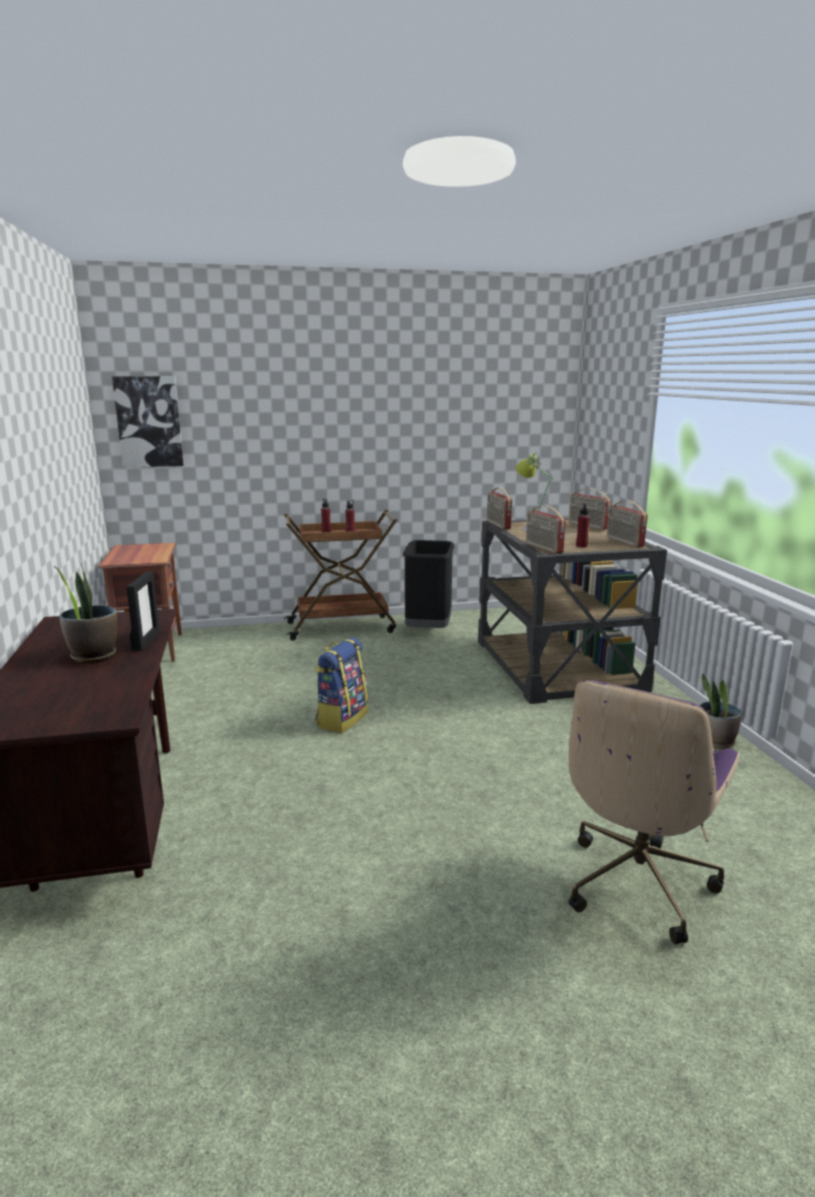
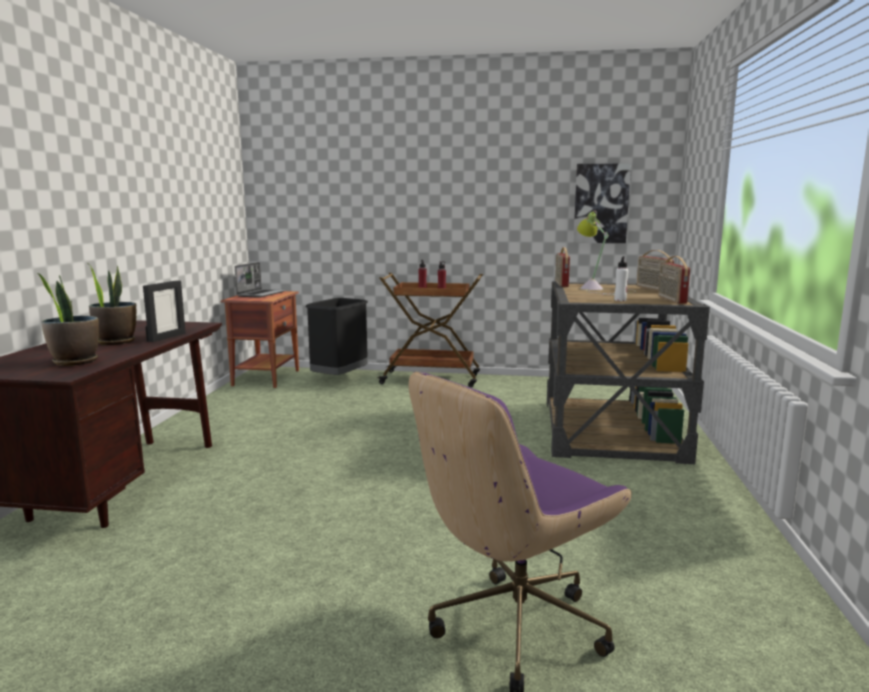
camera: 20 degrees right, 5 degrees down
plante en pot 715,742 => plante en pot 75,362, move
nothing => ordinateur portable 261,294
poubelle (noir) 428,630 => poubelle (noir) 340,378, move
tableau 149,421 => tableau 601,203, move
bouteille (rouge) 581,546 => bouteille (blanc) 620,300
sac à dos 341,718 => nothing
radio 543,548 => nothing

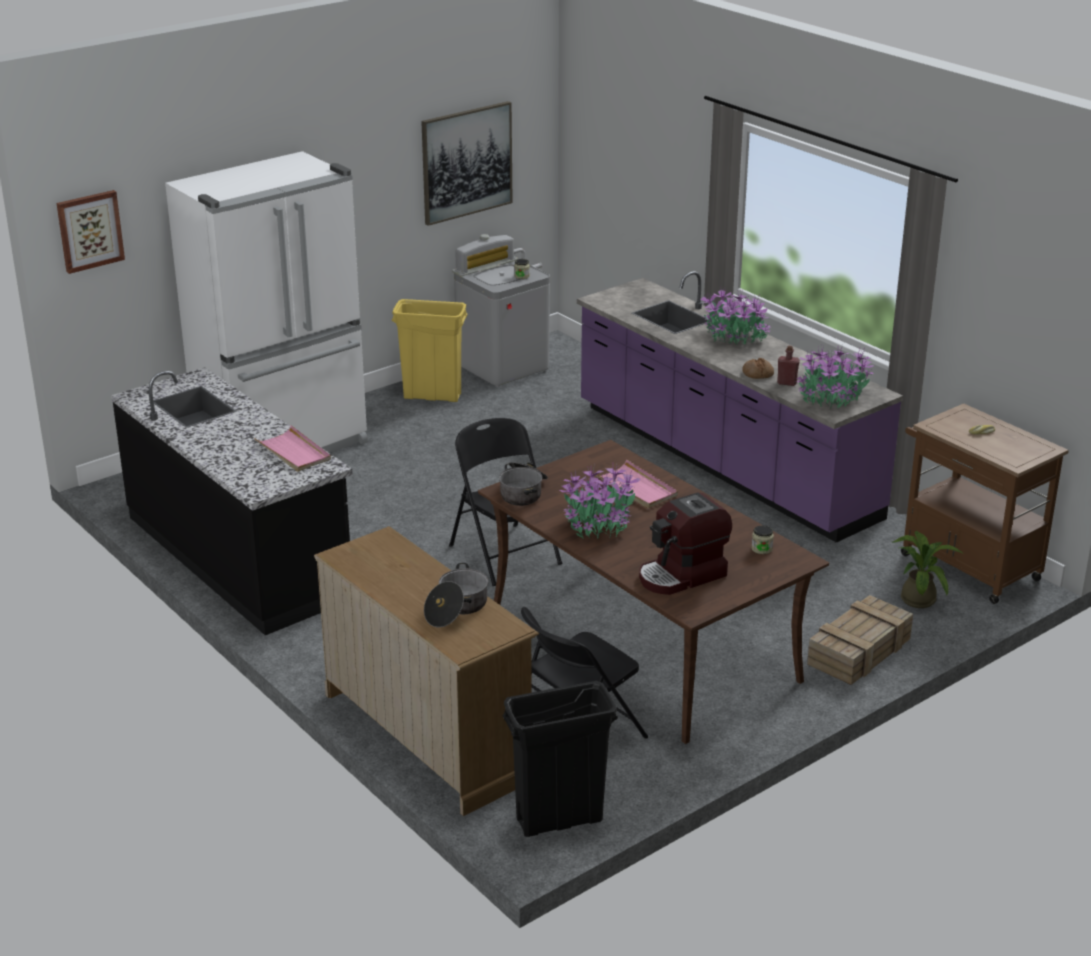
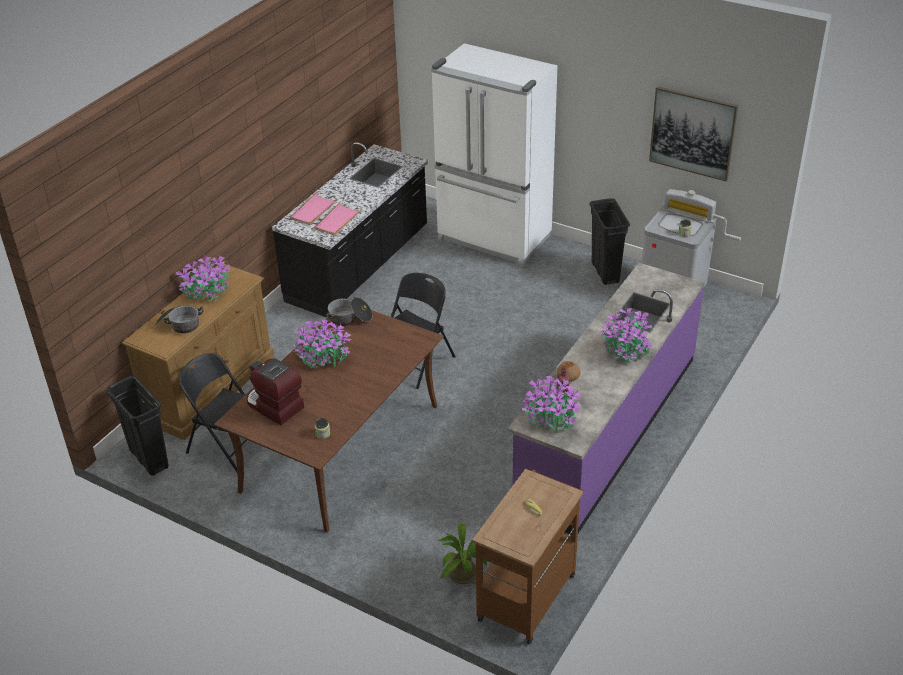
camera: 70 degrees right, 10 degrees up
nothing => plante en pot 208,292
plateau (rose) 636,488 => plateau (rose) 313,211, move
poubelle (jaune) 433,396 => poubelle (noir) 605,272
tableau 90,231 => nothing
caisse 858,652 => nothing

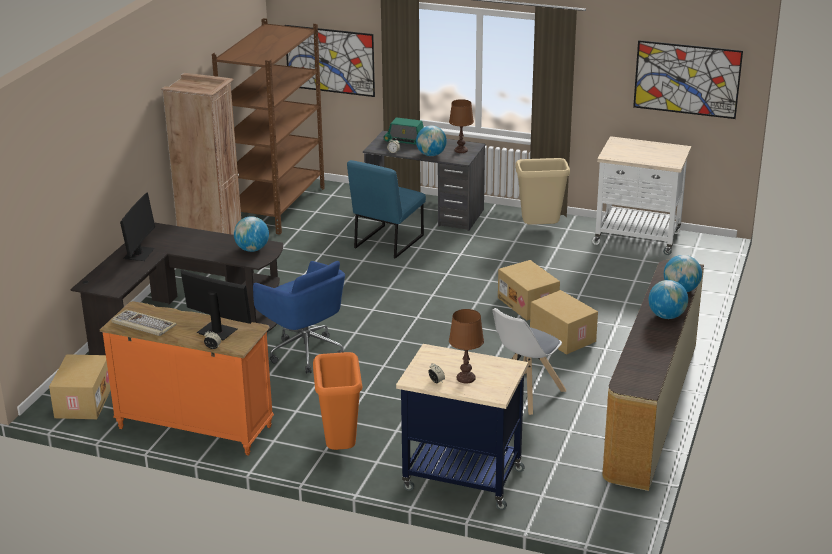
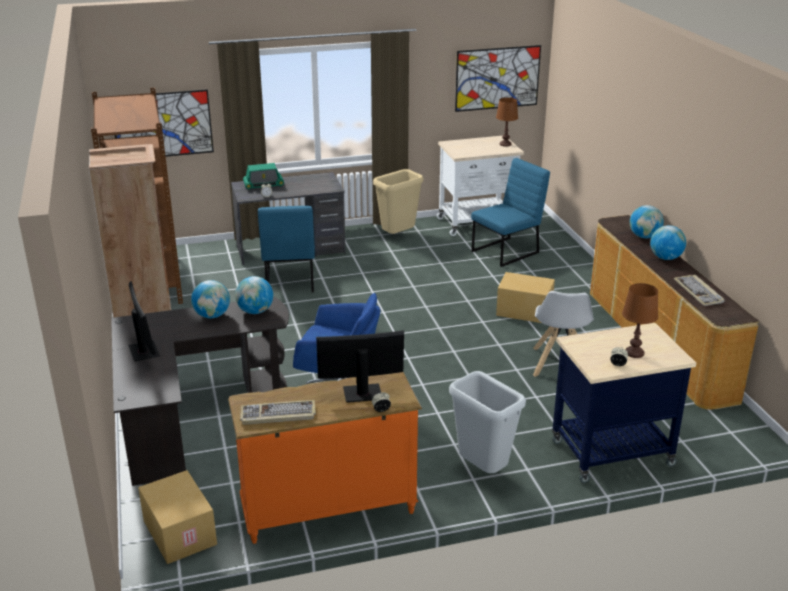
camera: 35 degrees left, 0 degrees up
globe 431,155 => globe 212,316, move
poubelle (orange) 339,448 => poubelle (gris) 481,470
nothing => chaise (bleu) 507,251
lampe de table (marron) 461,150 => lampe de table (marron) 505,144, move
nothing => clavier 699,292
carton 529,304 => nothing

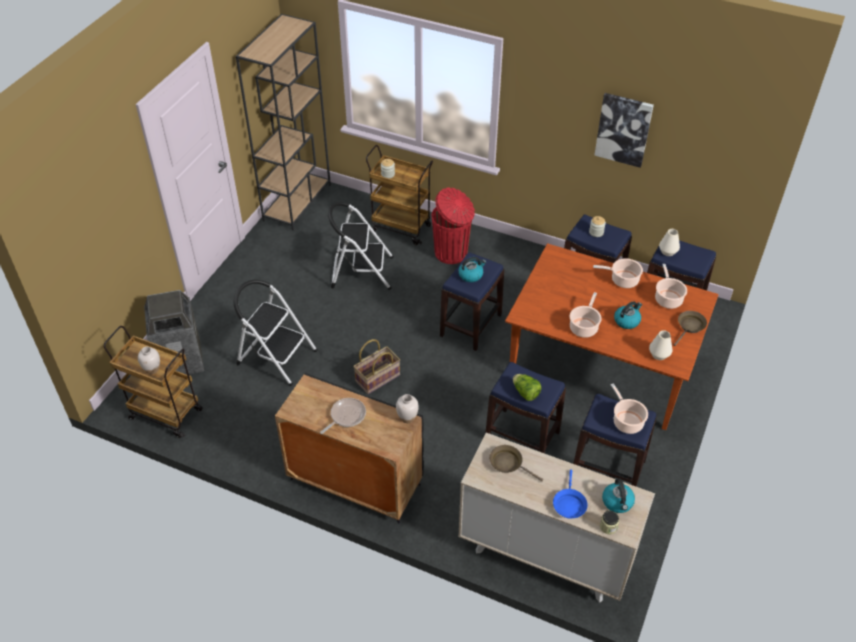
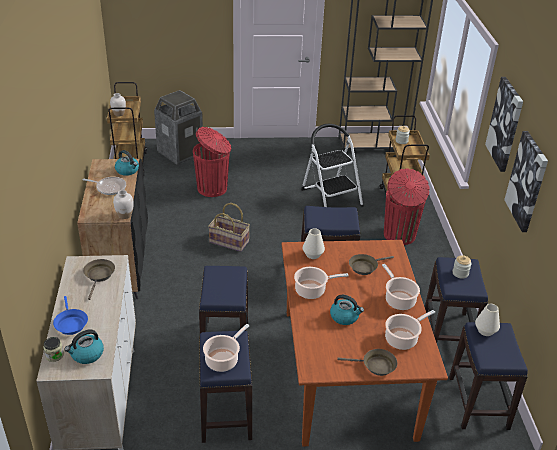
camera: 60 degrees right, 10 degrees down
poêle (bleu) 569,504 => poêle (bleu) 70,323, 90 degrees counterclockwise
bouilloire 471,275 => bouilloire 127,170, move
escabeau 275,356 => poubelle (rouge) 213,188
vase (blanc) 659,354 => vase (blanc) 313,254, move
nothing => poêle (marron) 365,267
nothing => tableau 505,124
laitue 525,393 => nothing

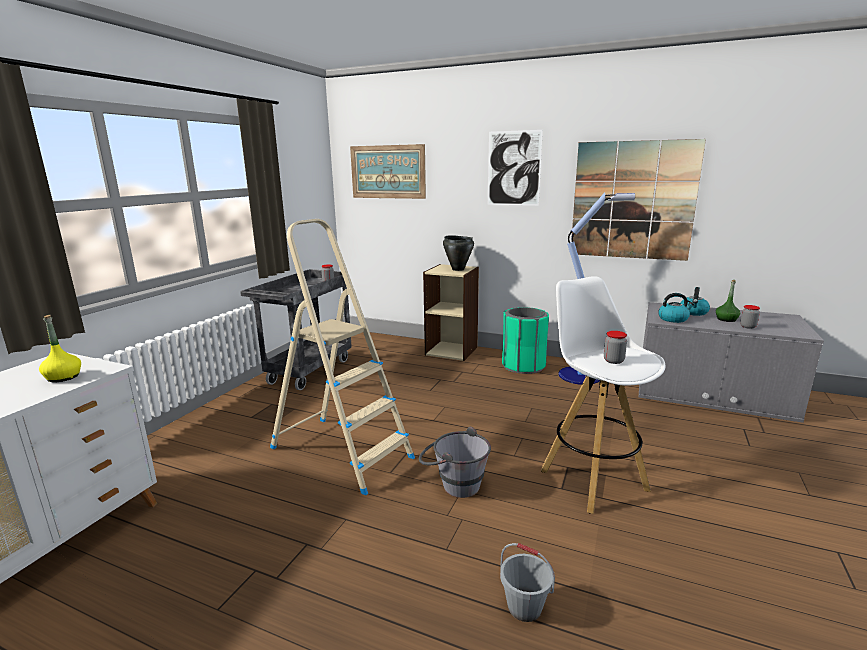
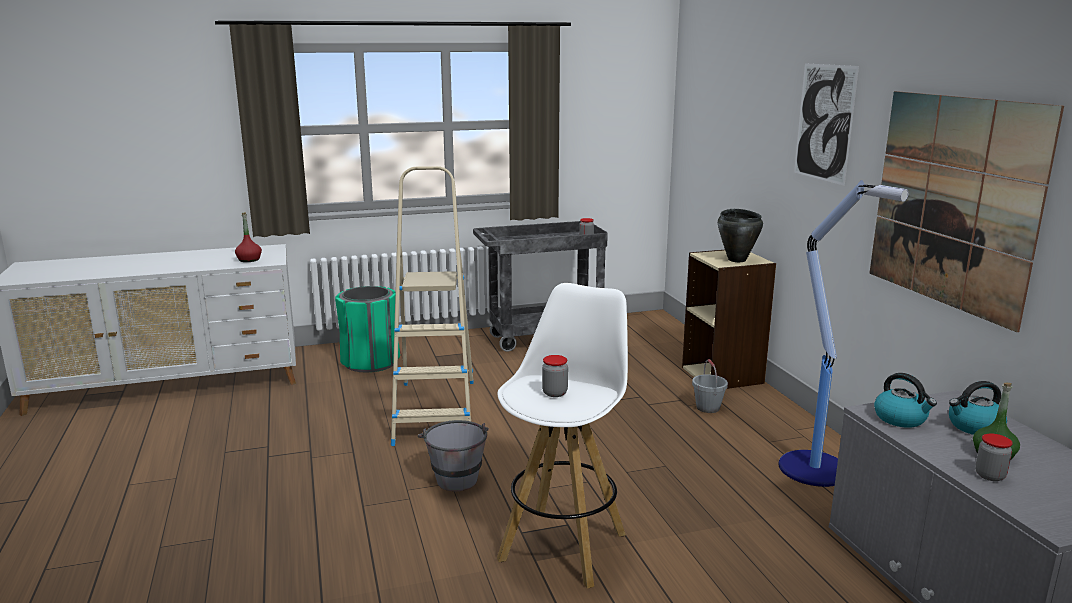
camera: 50 degrees right, 0 degrees up
bouteille (jaune) 63,377 => bouteille (rouge) 249,260
poubelle (vert) 523,366 => poubelle (vert) 370,362, move
seau (gris) 525,607 => seau (gris) 708,408, move
tableau 388,172 => nothing

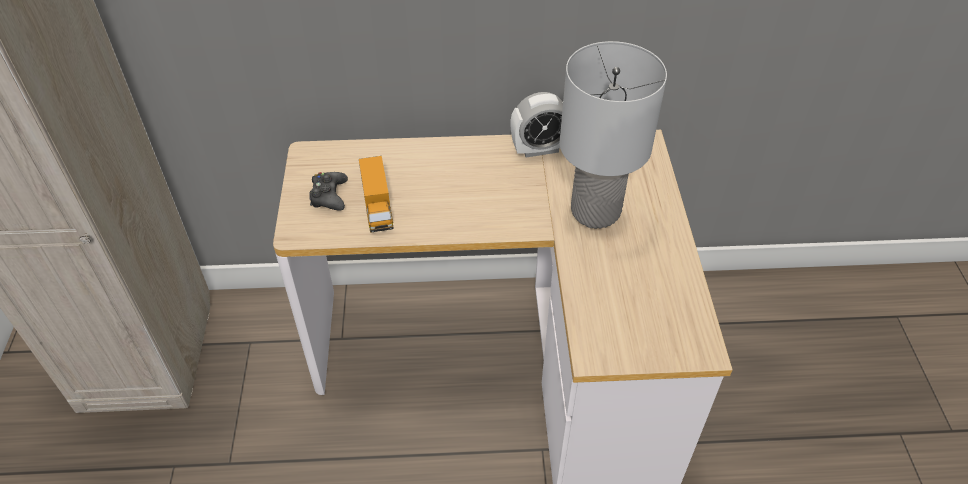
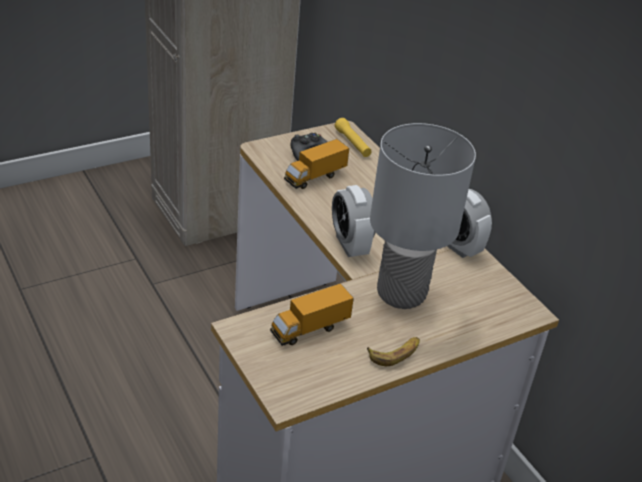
camera: 60 degrees right, 10 degrees down
nothing => camion jouet 310,329
nothing => réveil 350,245
nothing => lampe de poche (jaune) 352,143
nothing => banane 395,353

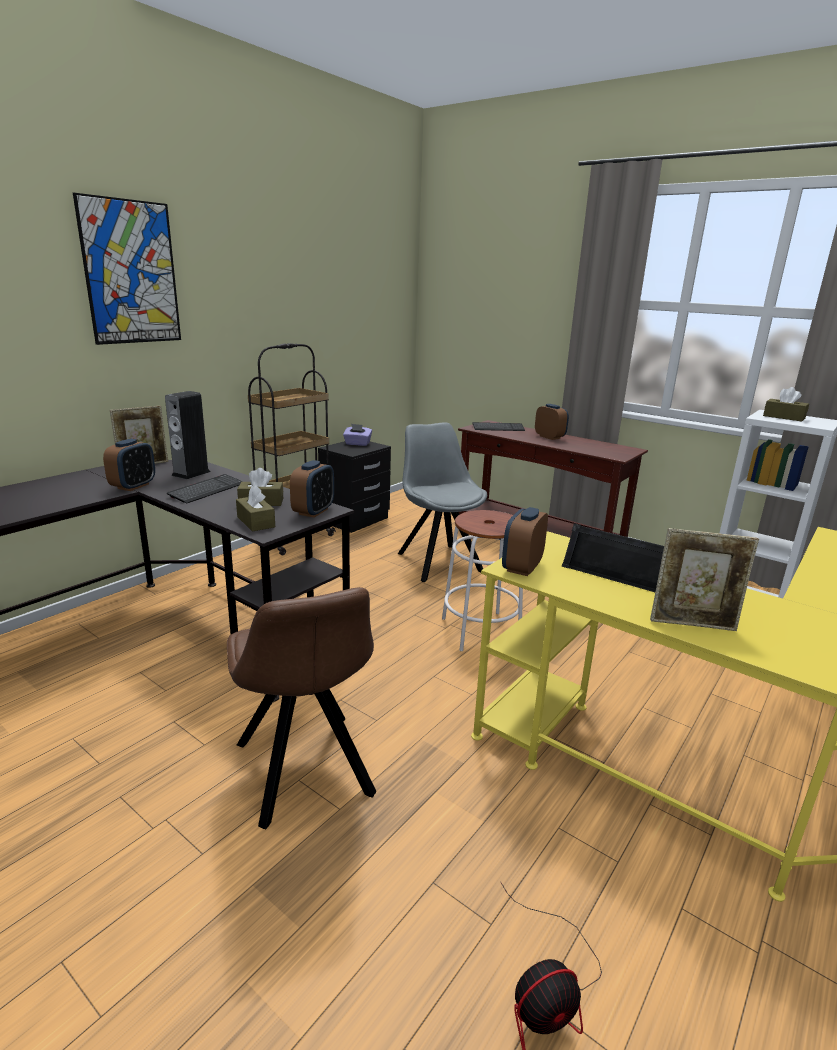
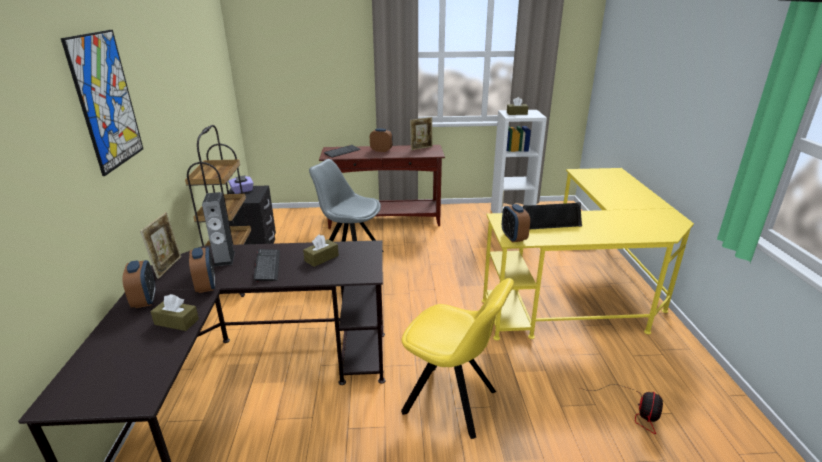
camera: 40 degrees left, 5 degrees up
réveil 313,511 => réveil 145,300, move
boîte à mouchoirs (marron) 256,522 => boîte à mouchoirs (marron) 176,322, move
chaise (marron) 305,769 => chaise (jaune) 450,401
cadre photo 692,624 => cadre photo 421,148, move
tabouret (blanc) 480,630 => nothing

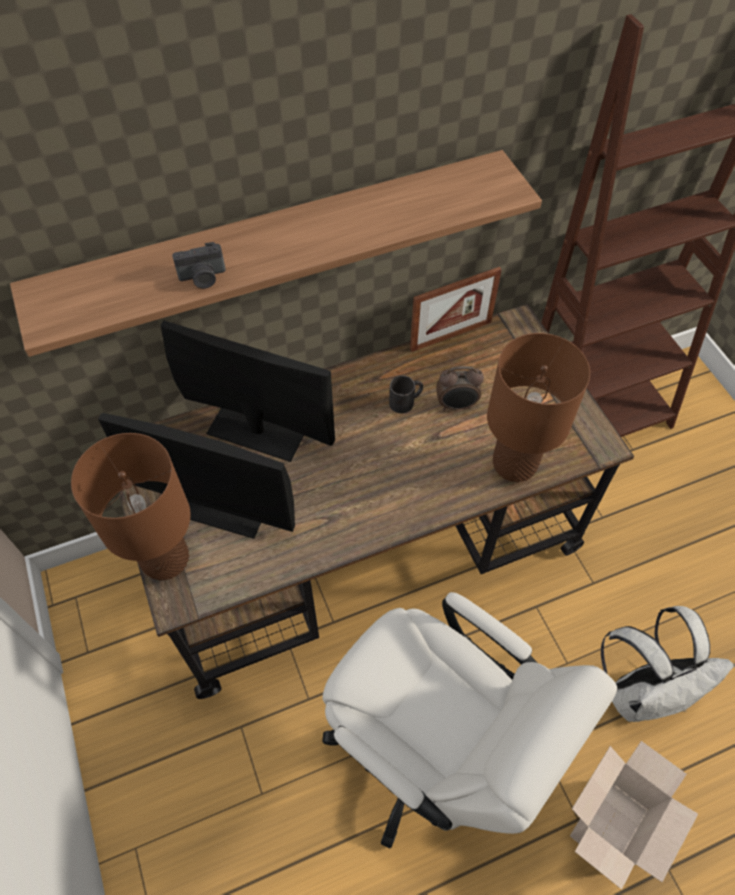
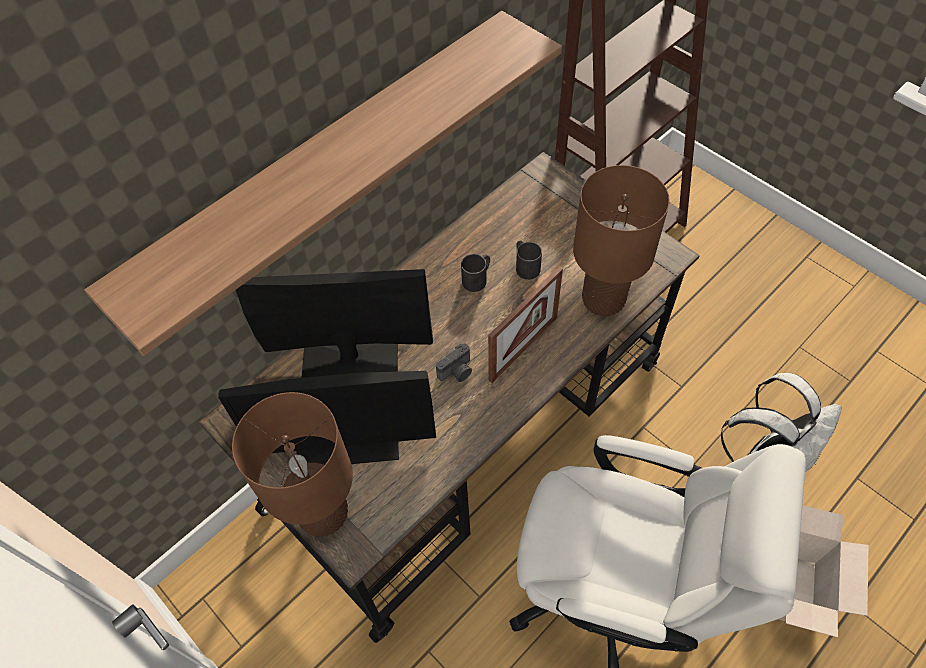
camera: 20 degrees left, 0 degrees up
appareil photo 203,278 => appareil photo 457,372, move
cadre photo 451,335 => cadre photo 523,348, move
réveil 456,405 => mug (noir) 525,266

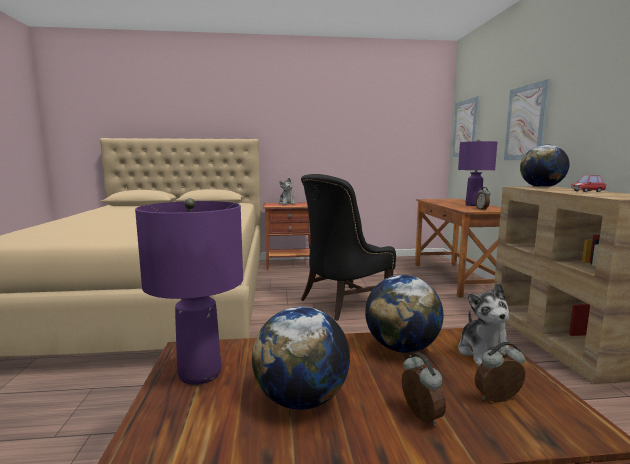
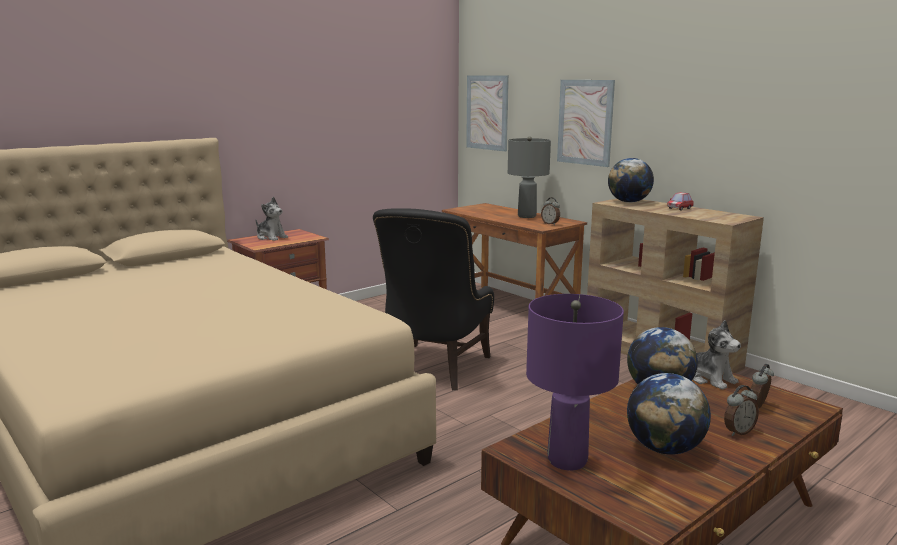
camera: 35 degrees left, 5 degrees up
lampe de table (violet) 473,205 => lampe de table (gris) 526,216
réveil 419,417 => réveil 738,432, 120 degrees clockwise

